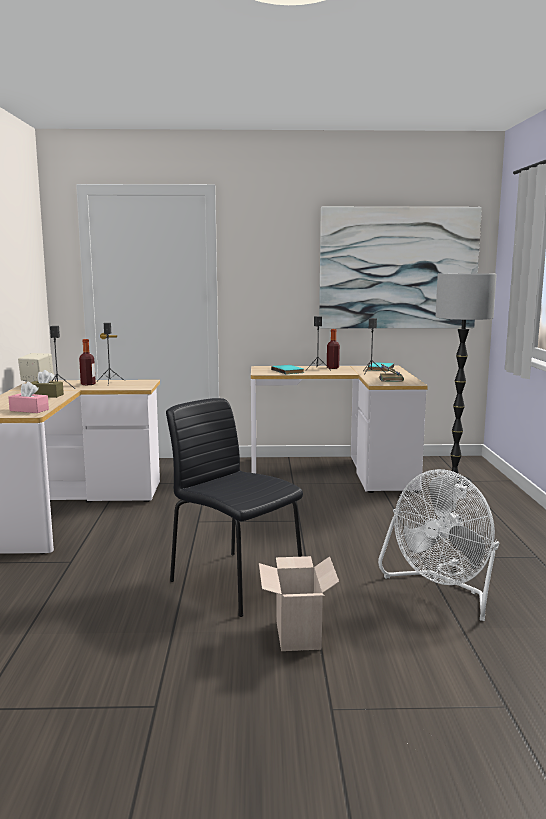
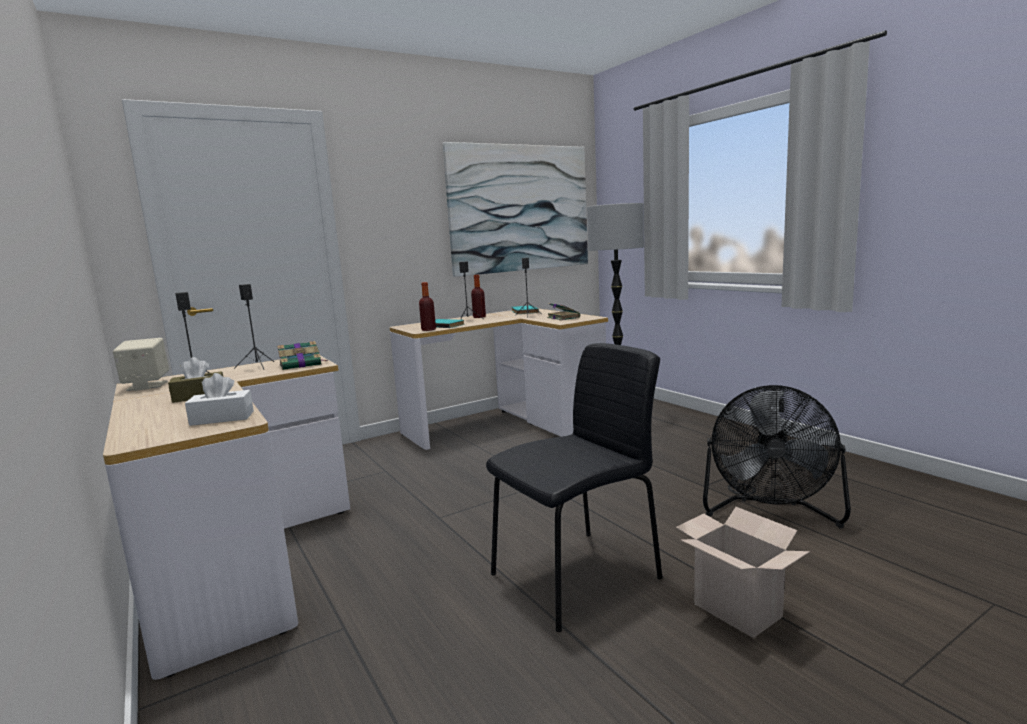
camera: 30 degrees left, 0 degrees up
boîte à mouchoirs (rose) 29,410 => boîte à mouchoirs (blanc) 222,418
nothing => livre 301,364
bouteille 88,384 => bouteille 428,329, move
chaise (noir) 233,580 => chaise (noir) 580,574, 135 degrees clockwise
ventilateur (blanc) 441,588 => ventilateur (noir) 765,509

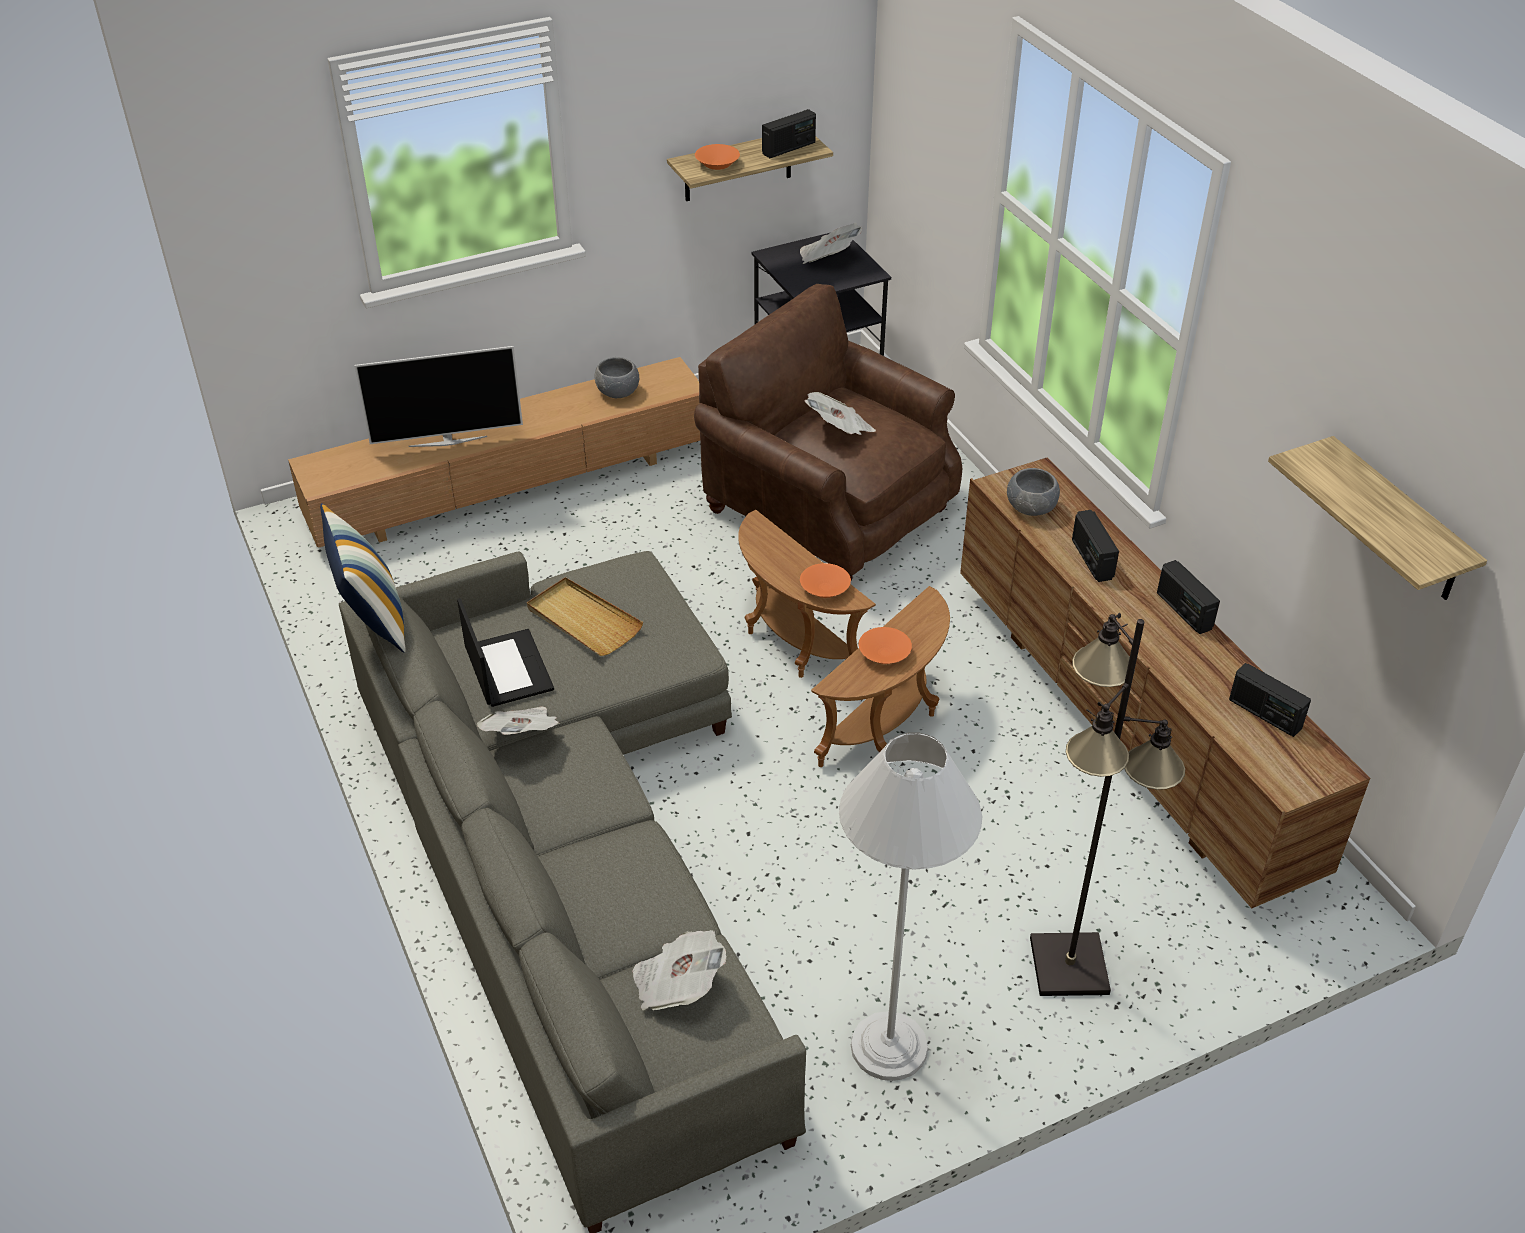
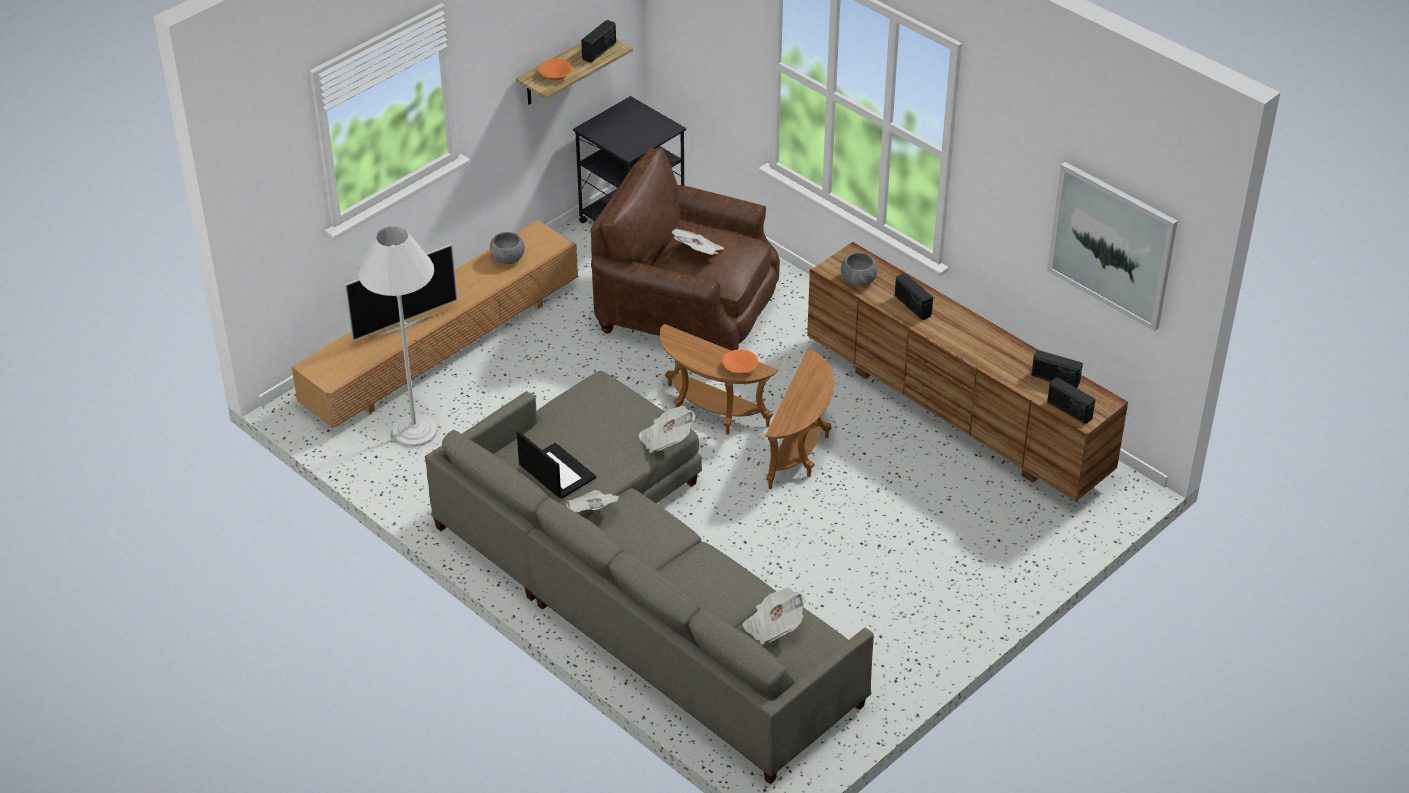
camera: 20 degrees left, 0 degrees up
lampadaire (blanc) 889,1046 => lampadaire (blanc) 414,431, move
journal 828,258 => journal 666,440, move
étagère 1398,522 => tableau 1112,245
radio 1183,611 => radio 1069,410, move
coussin 372,619 => nothing
plateau (beige) 583,620 => nothing
bol (orange) 885,653 => nothing
lampadaire (noir) 1070,965 => nothing

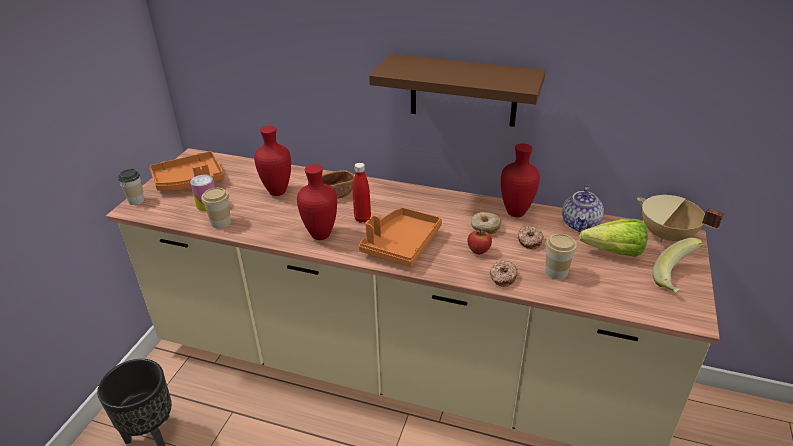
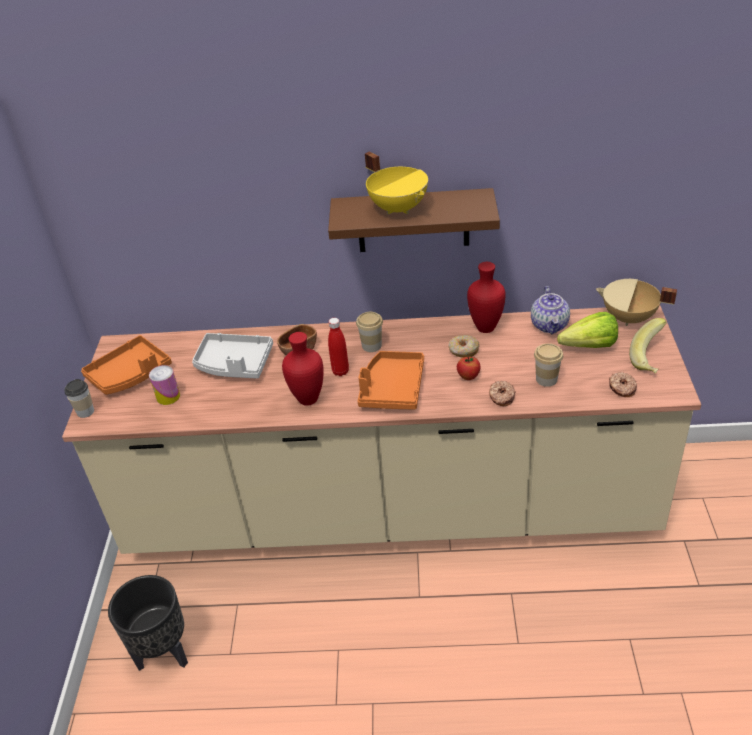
camera: 15 degrees left, 5 degrees up
vase (rouge) 276,192 => plateau (gris) 234,364
tasse 221,222 => tasse 371,345, move
nothing => marmite (jaune) 399,208
beignet 529,241 => beignet 622,388, move

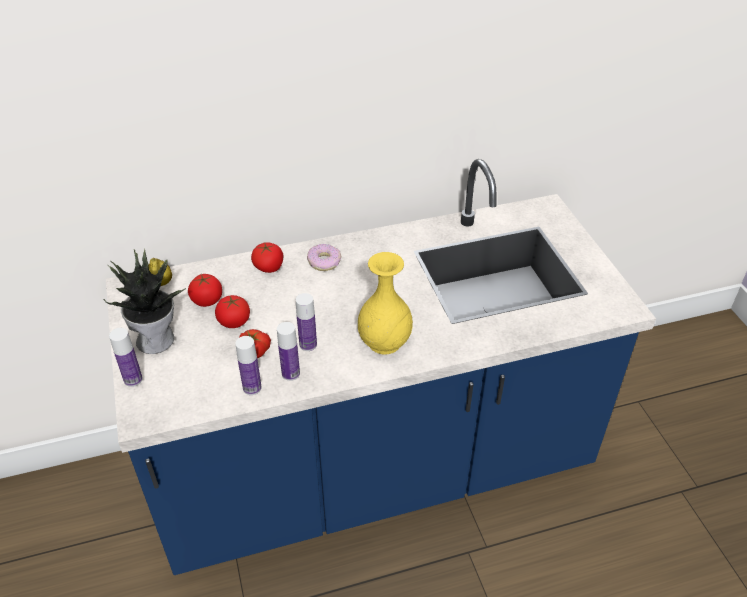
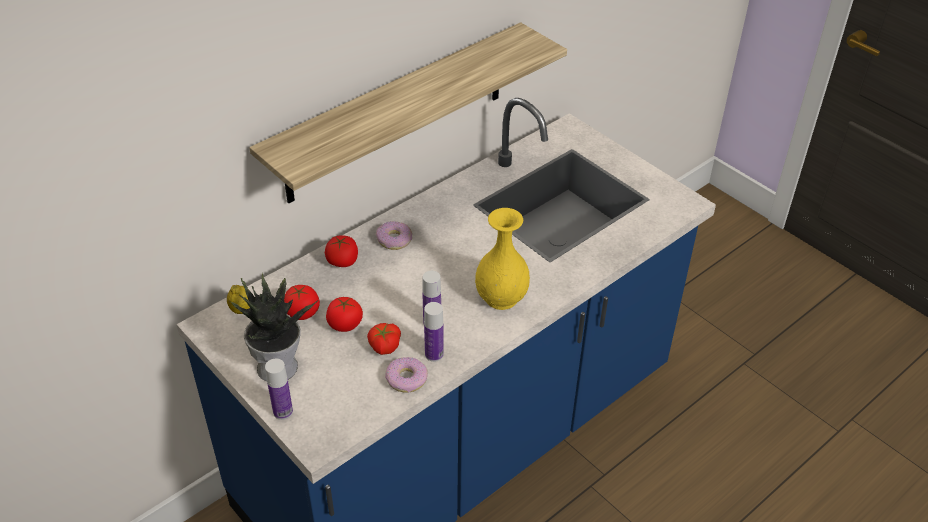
camera: 25 degrees left, 0 degrees up
nothing => étagère 397,113
bouteille 252,388 => beignet 406,379

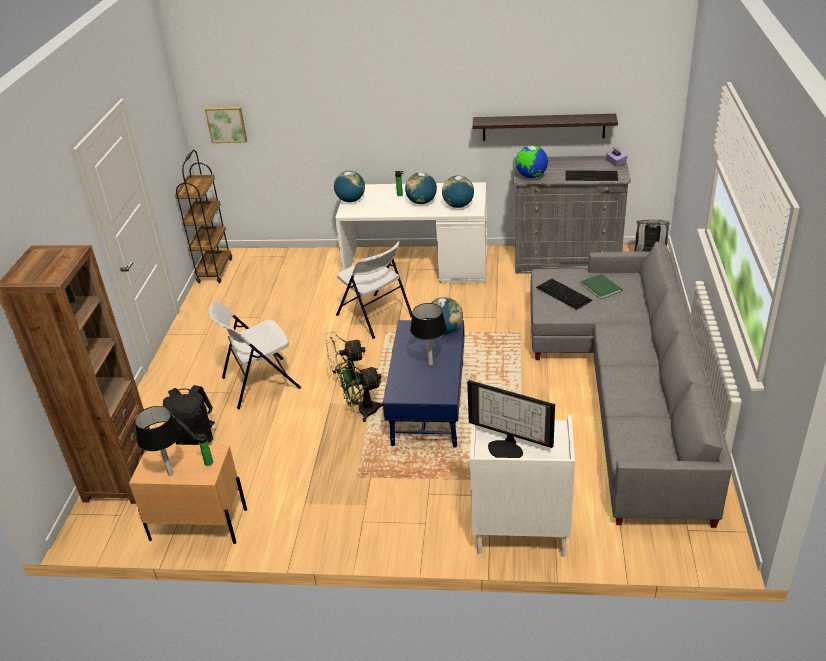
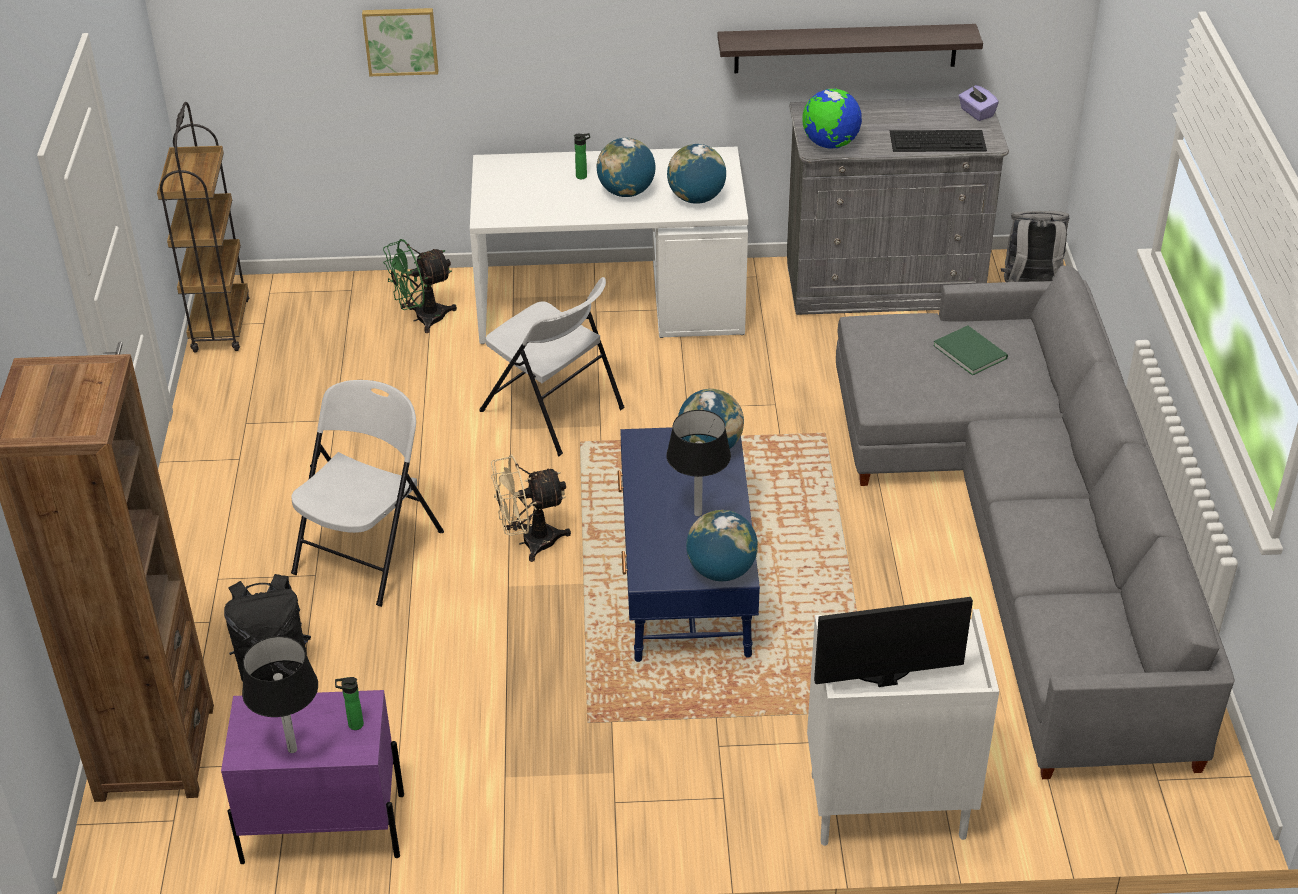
camera: 10 degrees left, 5 degrees up
table de chevet (beige) 198,524 => table de chevet (violet) 322,828
chaise (blanc) 260,382 => chaise (blanc) 369,552, 150 degrees clockwise
tableau 226,124 => tableau 401,40, move
ventilateur (vert) 362,411 => ventilateur (vert) 422,319, move
globe 351,200 => globe 721,571, move
écran d'ordinateur 507,447 => écran d'ordinateur 882,672, 150 degrees clockwise
clavier 564,294 => nothing

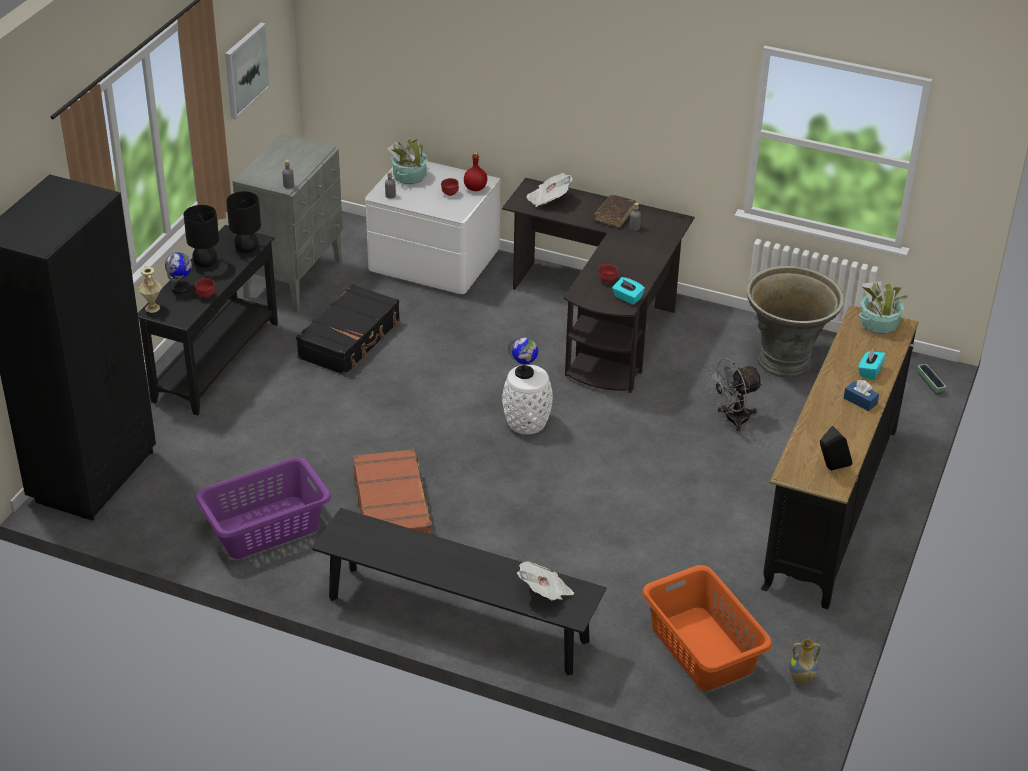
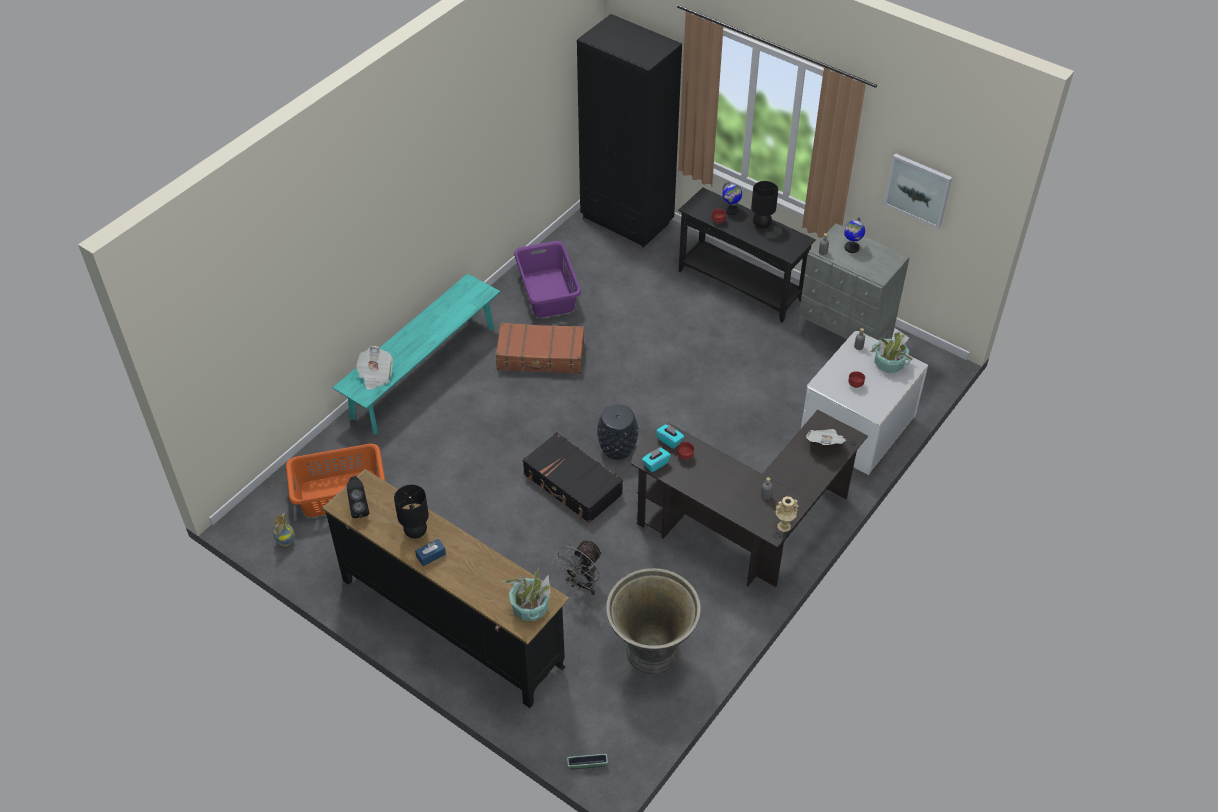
camera: 105 degrees right, 10 degrees up
banc (noir) 457,619 => banc (turquoise) 424,372
lampe de table (noir) 247,249 => lampe de table (noir) 415,532, move
valise (noir) 350,340 => valise (noir) 572,485, move
ventilateur (gris) 731,419 => ventilateur (gris) 581,585, 135 degrees counterclockwise
tabouret (blanc) 526,423 => tabouret (noir) 617,448
boîte à mouchoirs (turquoise) 870,371 => boîte à mouchoirs (turquoise) 670,440, move
vase (beige) 153,308 => vase (beige) 784,526, move
globe 524,373 => globe 851,248, move
bouteille (rouge) 475,188 => nothing
livre (marron) 614,215 => nothing

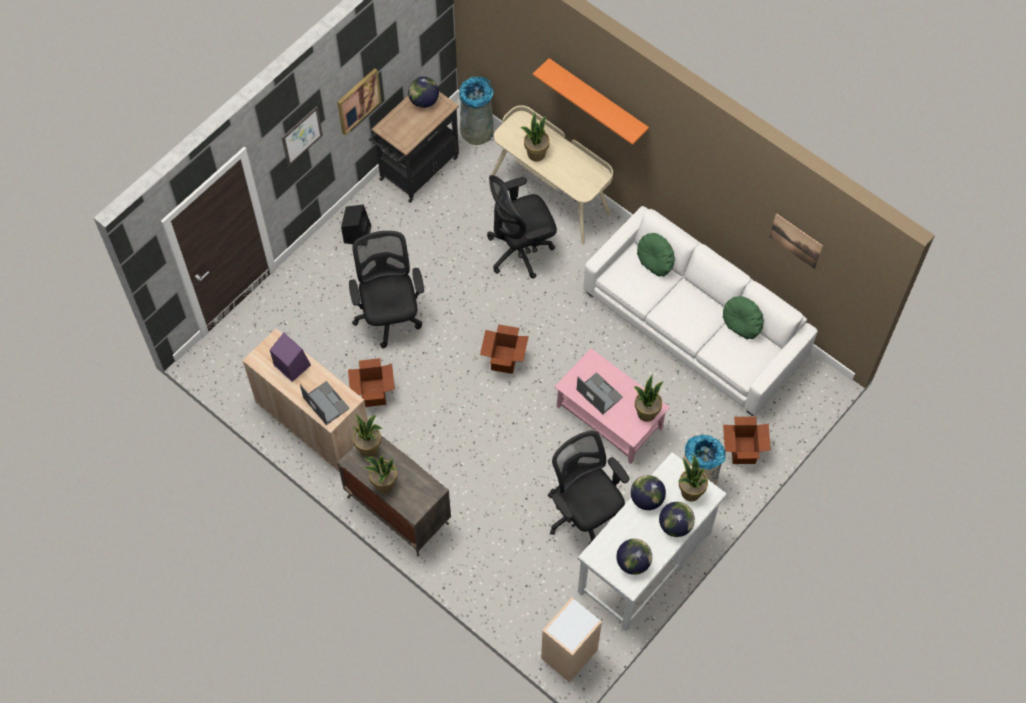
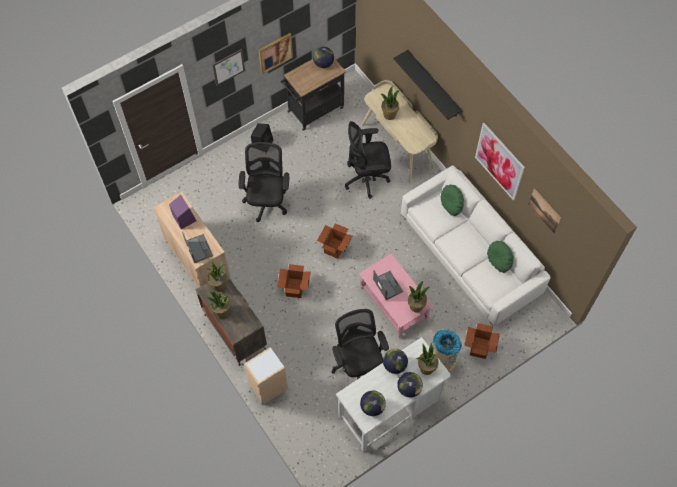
camera: 15 degrees right, 0 degrees up
bibliothèque 568,654 => bibliothèque 268,386, move
carton 373,393 => carton 295,288, move
étagère (orange) 597,99 => étagère (noir) 433,85
nothing => tableau 499,161
poubelle (gris) 477,129 => nothing

